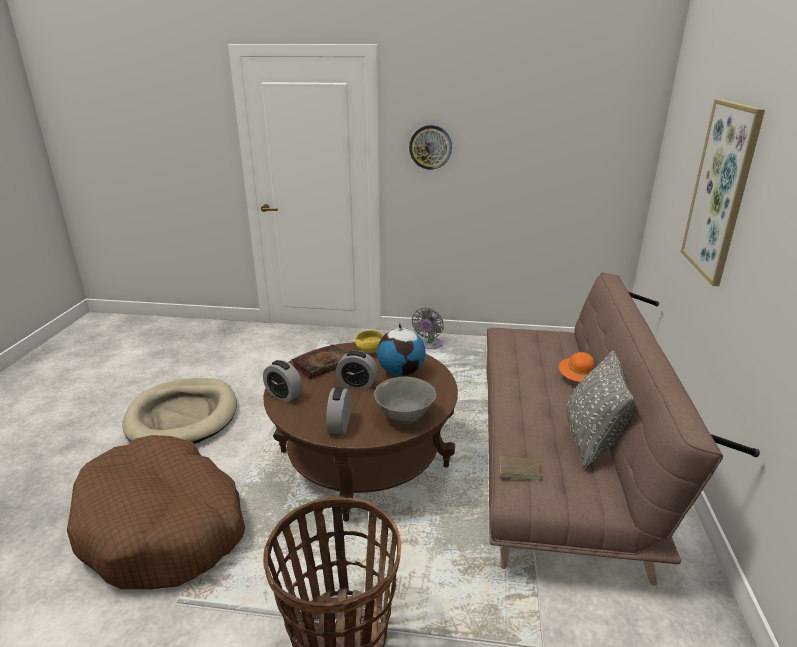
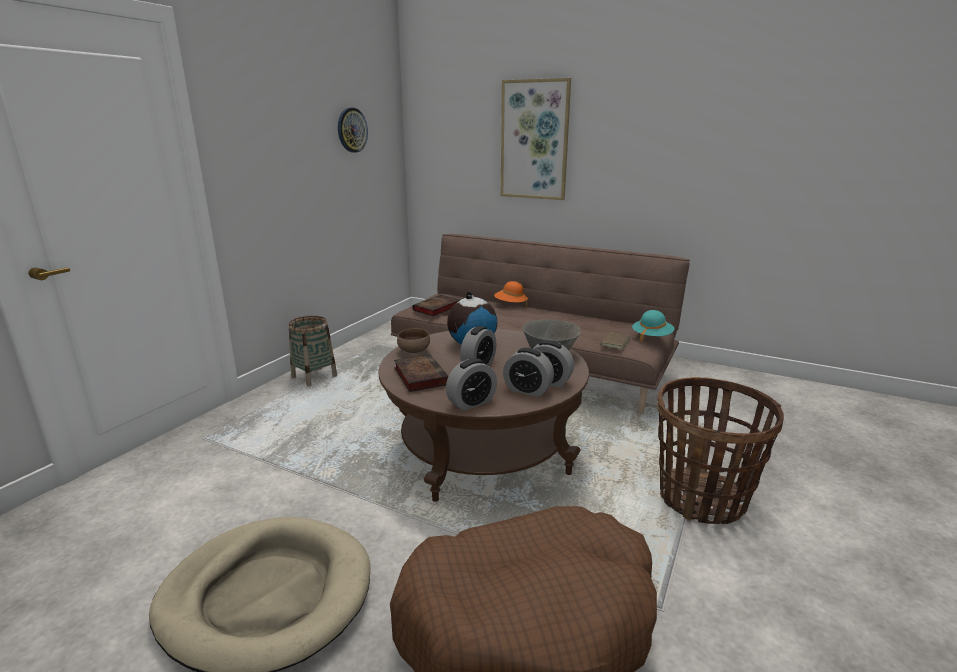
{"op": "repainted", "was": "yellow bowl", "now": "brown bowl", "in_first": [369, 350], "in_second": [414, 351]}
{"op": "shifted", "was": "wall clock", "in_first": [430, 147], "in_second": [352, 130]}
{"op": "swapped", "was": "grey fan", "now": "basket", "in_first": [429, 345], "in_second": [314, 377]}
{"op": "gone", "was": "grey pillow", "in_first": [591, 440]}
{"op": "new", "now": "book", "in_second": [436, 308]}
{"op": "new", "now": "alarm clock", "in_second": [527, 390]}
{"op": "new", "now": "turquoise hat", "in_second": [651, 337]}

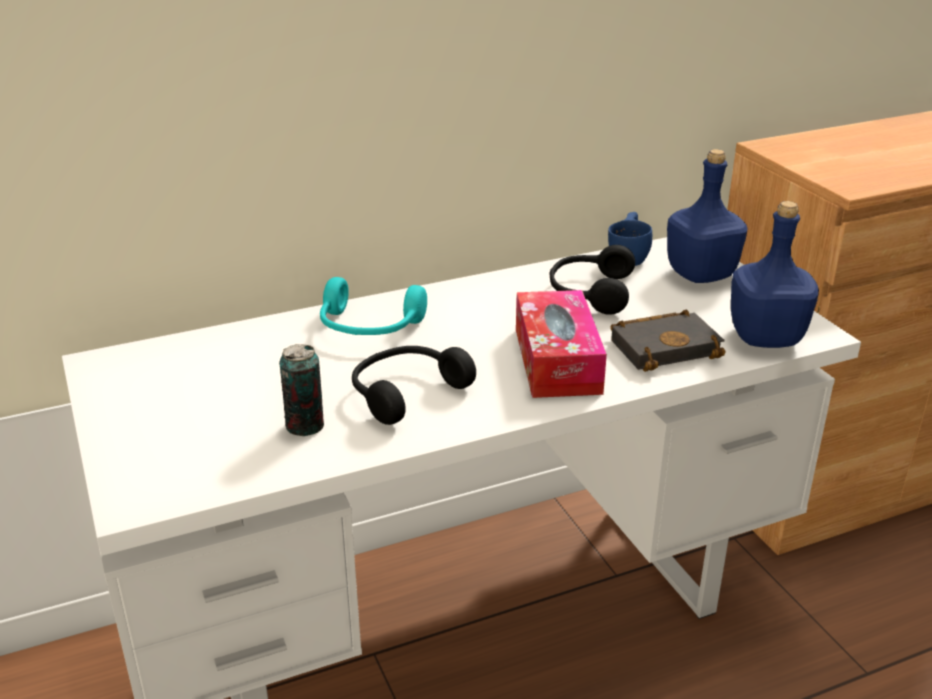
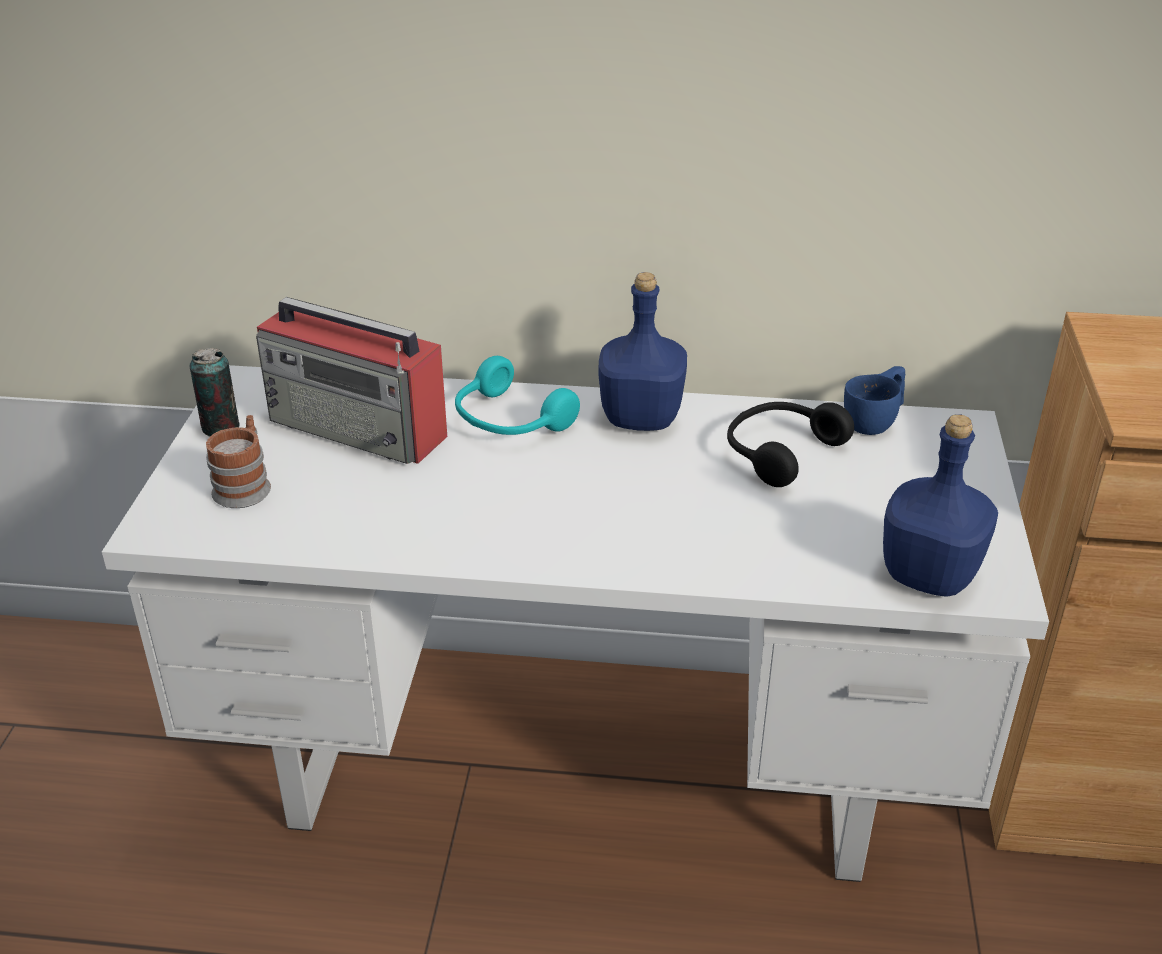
{"op": "shifted", "was": "can", "in_first": [305, 426], "in_second": [220, 427]}
{"op": "gone", "was": "black headphones", "in_first": [405, 392]}
{"op": "gone", "was": "tissue box", "in_first": [557, 360]}
{"op": "gone", "was": "black book", "in_first": [666, 346]}
{"op": "shifted", "was": "blue bottle", "in_first": [699, 275], "in_second": [639, 418]}
{"op": "new", "now": "mug", "in_second": [245, 485]}
{"op": "new", "now": "radio", "in_second": [359, 428]}

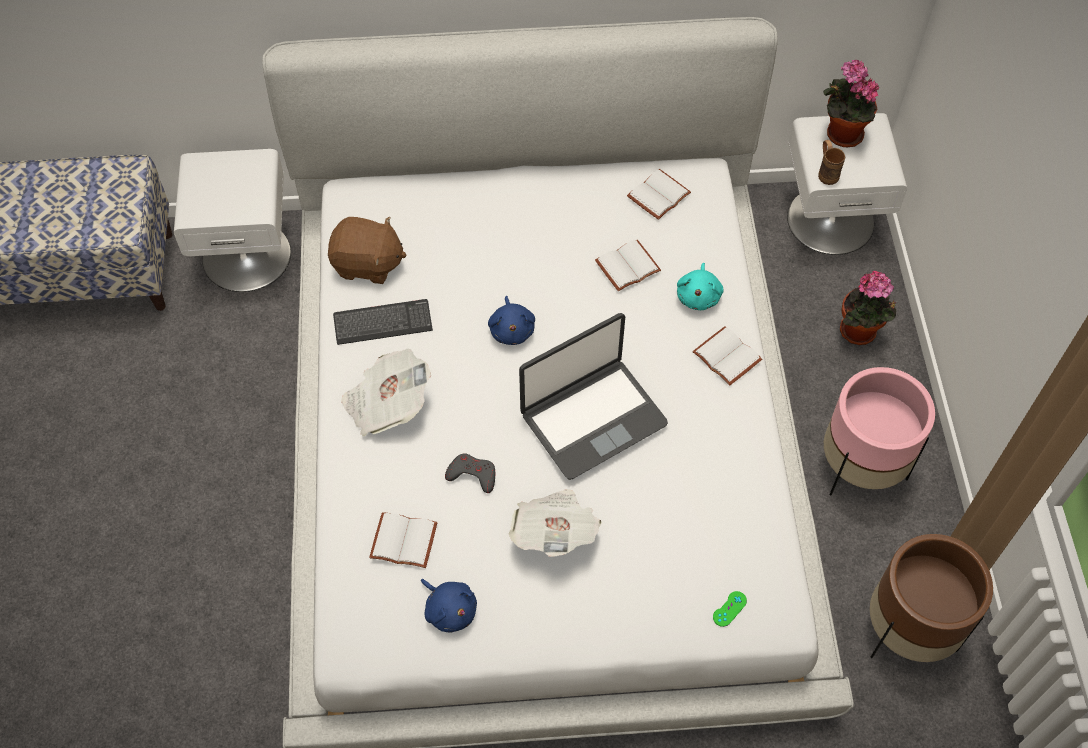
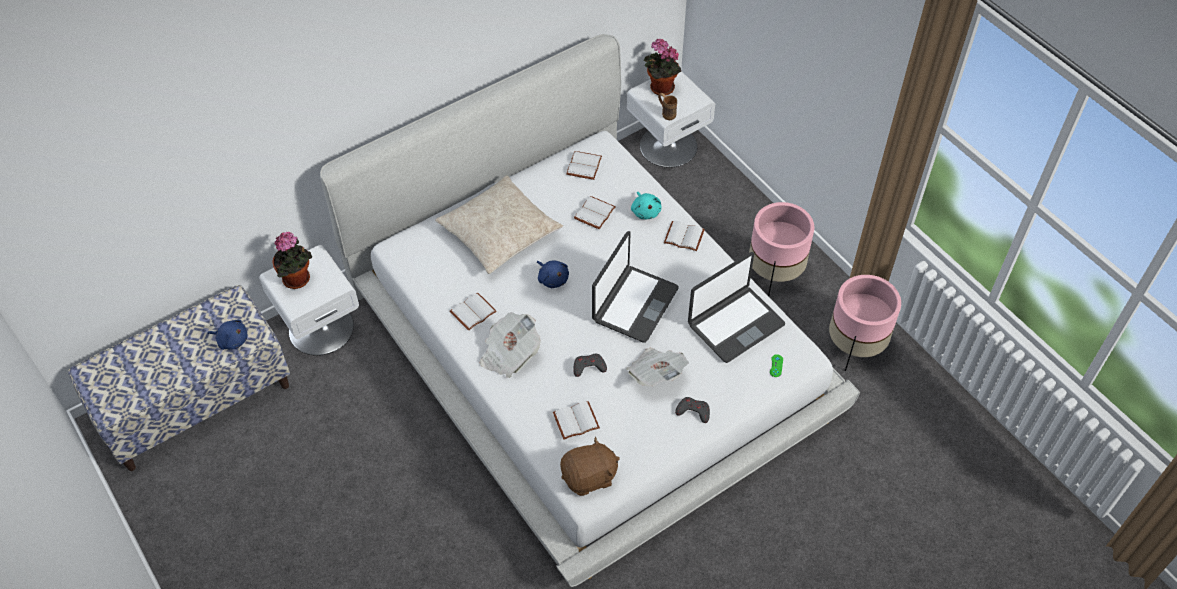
{"op": "shifted", "was": "brown plush toy", "in_first": [367, 264], "in_second": [589, 477]}
{"op": "swapped", "was": "keyboard", "now": "white book", "in_first": [383, 323], "in_second": [473, 311]}
{"op": "shifted", "was": "blue plush toy", "in_first": [449, 610], "in_second": [232, 340]}
{"op": "shifted", "was": "potted plant", "in_first": [860, 333], "in_second": [298, 280]}
{"op": "repainted", "was": "brown planter", "now": "pink planter", "in_first": [908, 630], "in_second": [855, 347]}
{"op": "new", "now": "beige pillow", "in_second": [499, 232]}
{"op": "new", "now": "grey game controller", "in_second": [693, 411]}
{"op": "new", "now": "laptop", "in_second": [735, 324]}

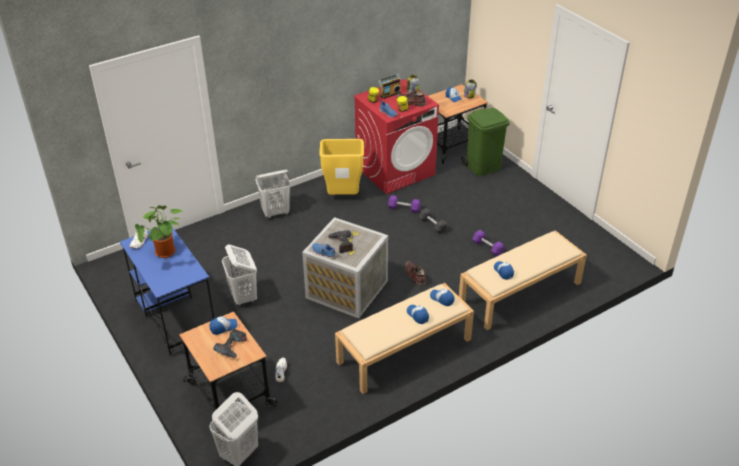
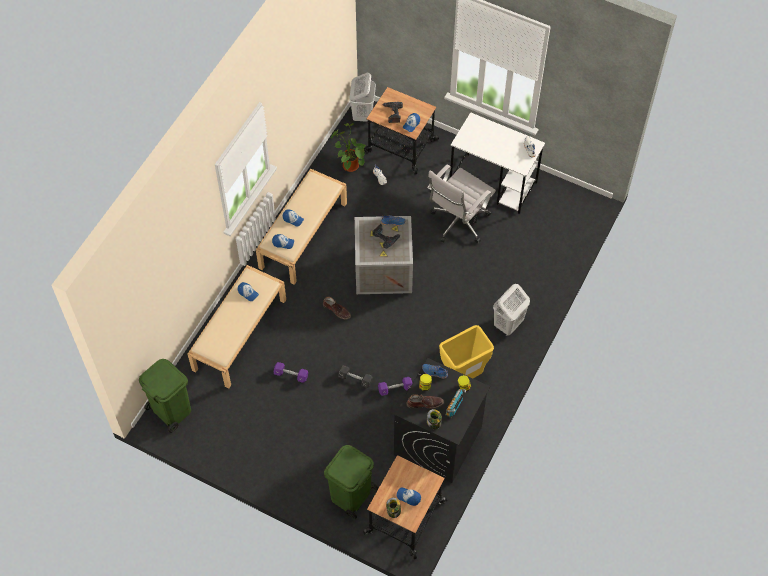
{"op": "repainted", "was": "blue desk", "now": "white desk", "in_first": [175, 316], "in_second": [493, 183]}
{"op": "shifted", "was": "potted plant", "in_first": [166, 253], "in_second": [349, 165]}
{"op": "swapped", "was": "white laundry basket", "now": "white office chair", "in_first": [243, 297], "in_second": [458, 223]}
{"op": "repainted", "was": "red washing machine", "now": "black washing machine", "in_first": [395, 170], "in_second": [438, 441]}
{"op": "new", "now": "green trash can", "in_second": [171, 410]}

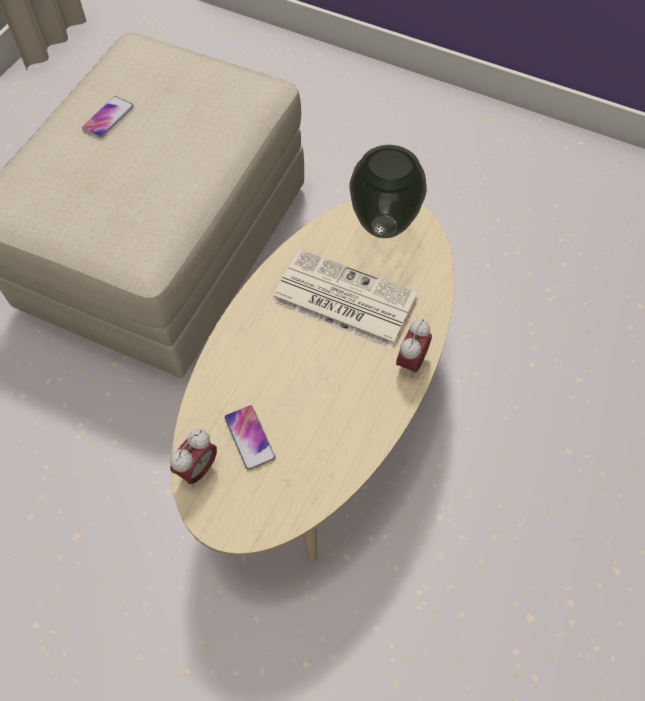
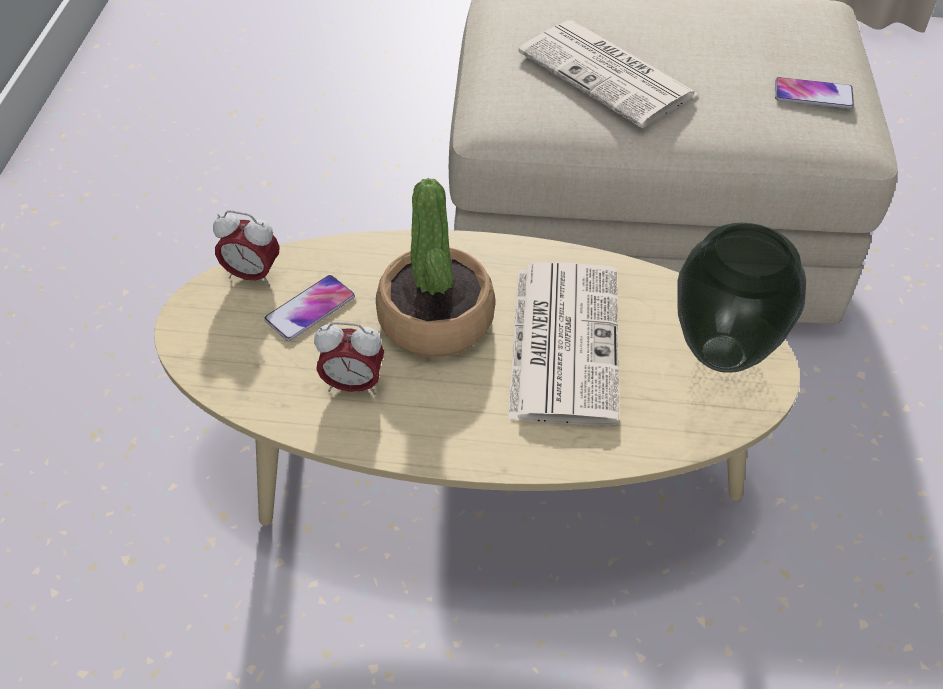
{"op": "shifted", "was": "phone", "in_first": [108, 118], "in_second": [813, 94]}
{"op": "shifted", "was": "alarm clock", "in_first": [411, 362], "in_second": [353, 385]}
{"op": "new", "now": "potted plant", "in_second": [436, 319]}
{"op": "new", "now": "newspaper", "in_second": [609, 75]}

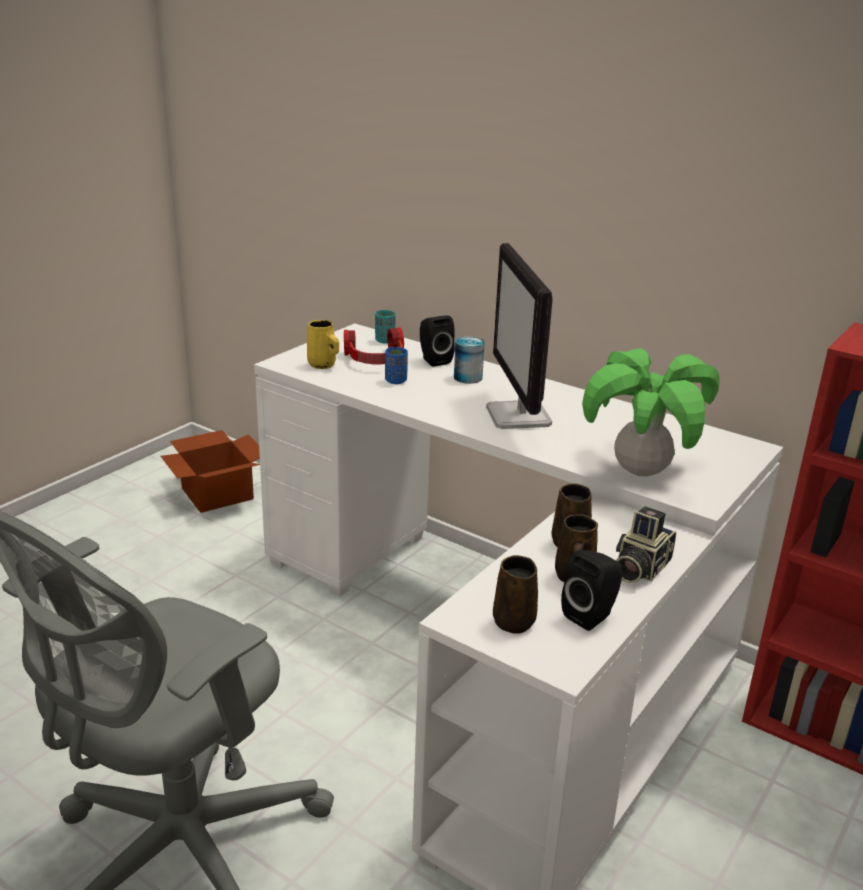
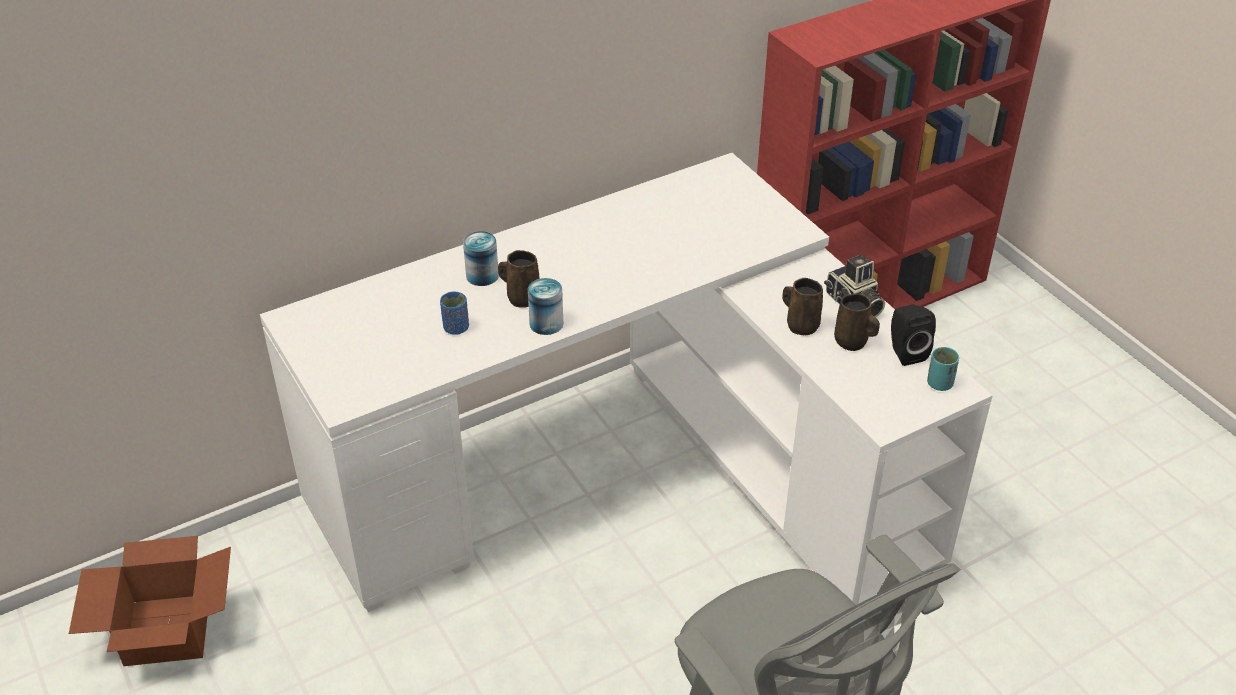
{"op": "gone", "was": "yellow mug", "in_first": [323, 365]}
{"op": "gone", "was": "headphones", "in_first": [375, 360]}
{"op": "shifted", "was": "turquoise cup", "in_first": [385, 340], "in_second": [939, 384]}
{"op": "gone", "was": "black speaker", "in_first": [433, 360]}
{"op": "gone", "was": "monitor", "in_first": [519, 417]}
{"op": "shifted", "was": "brown mug", "in_first": [514, 620], "in_second": [521, 298]}
{"op": "gone", "was": "potted plant", "in_first": [641, 471]}
{"op": "new", "now": "can", "in_second": [546, 323]}

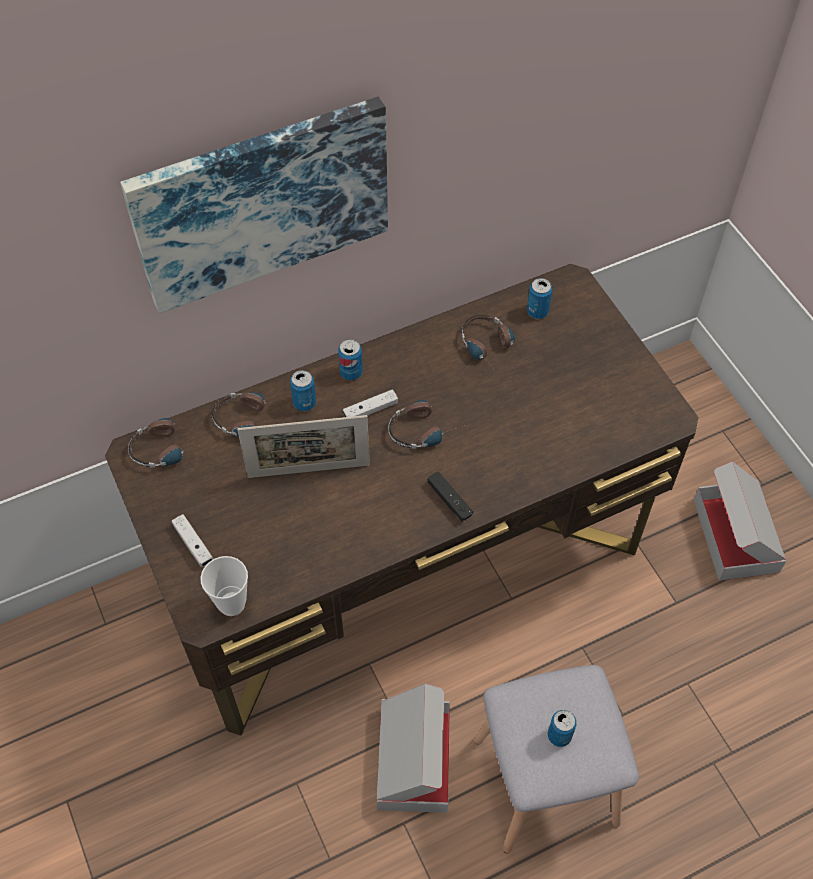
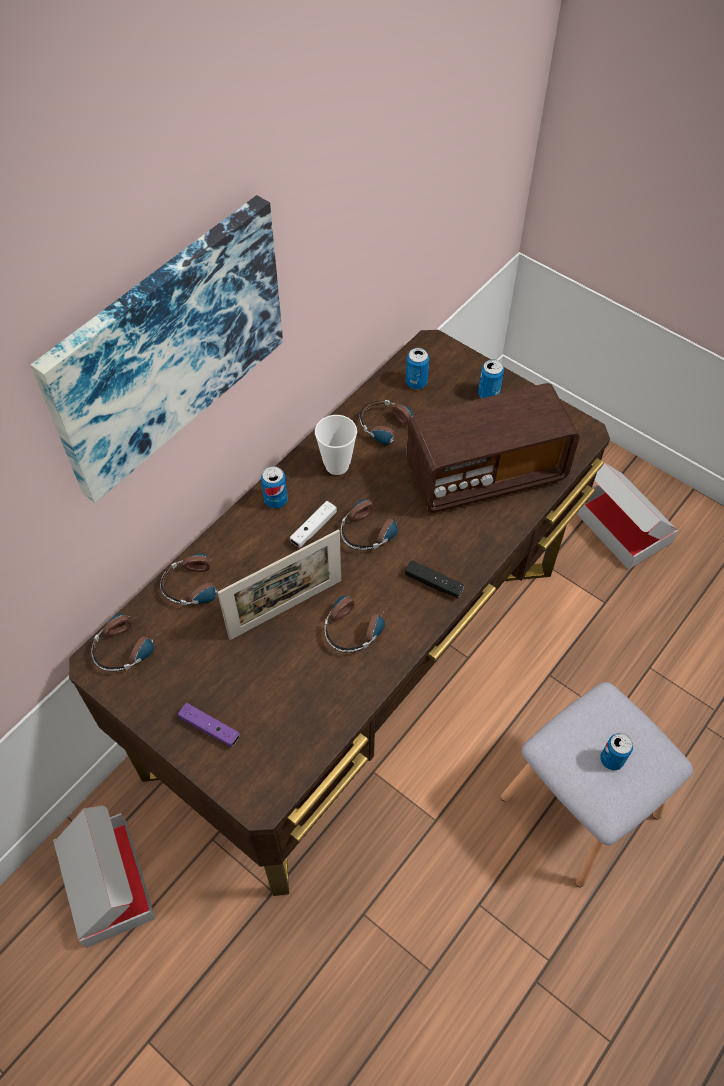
{"op": "repainted", "was": "white game controller", "now": "purple game controller", "in_first": [193, 544], "in_second": [210, 728]}
{"op": "shifted", "was": "cup", "in_first": [232, 604], "in_second": [337, 465]}
{"op": "shifted", "was": "can", "in_first": [304, 403], "in_second": [488, 394]}
{"op": "shifted", "was": "cardboard box", "in_first": [413, 759], "in_second": [106, 882]}
{"op": "new", "now": "headphones", "in_second": [357, 623]}
{"op": "new", "now": "radio", "in_second": [485, 474]}

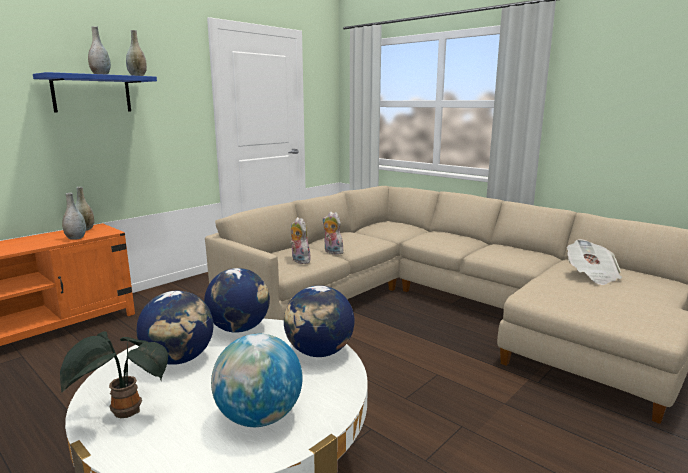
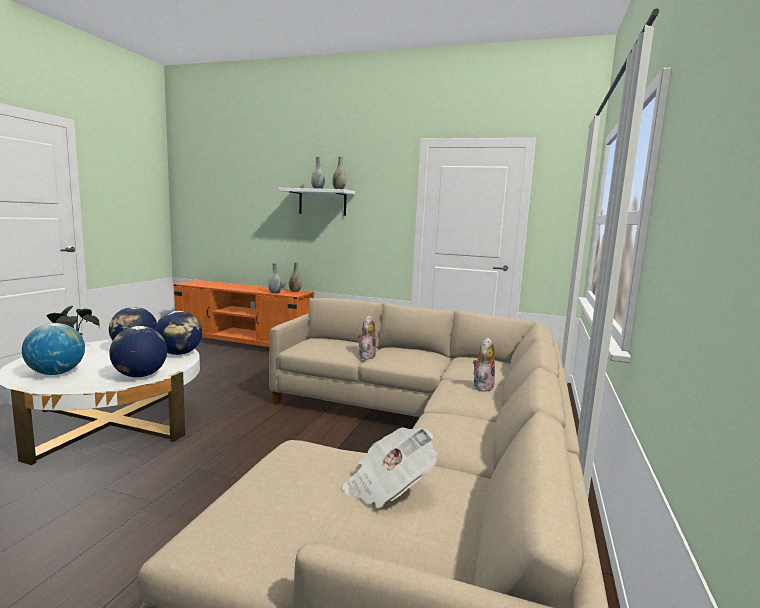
{"op": "repainted", "was": "blue shelf", "now": "white shelf", "in_first": [92, 94], "in_second": [322, 202]}
{"op": "shifted", "was": "plush toy", "in_first": [299, 261], "in_second": [482, 386]}

